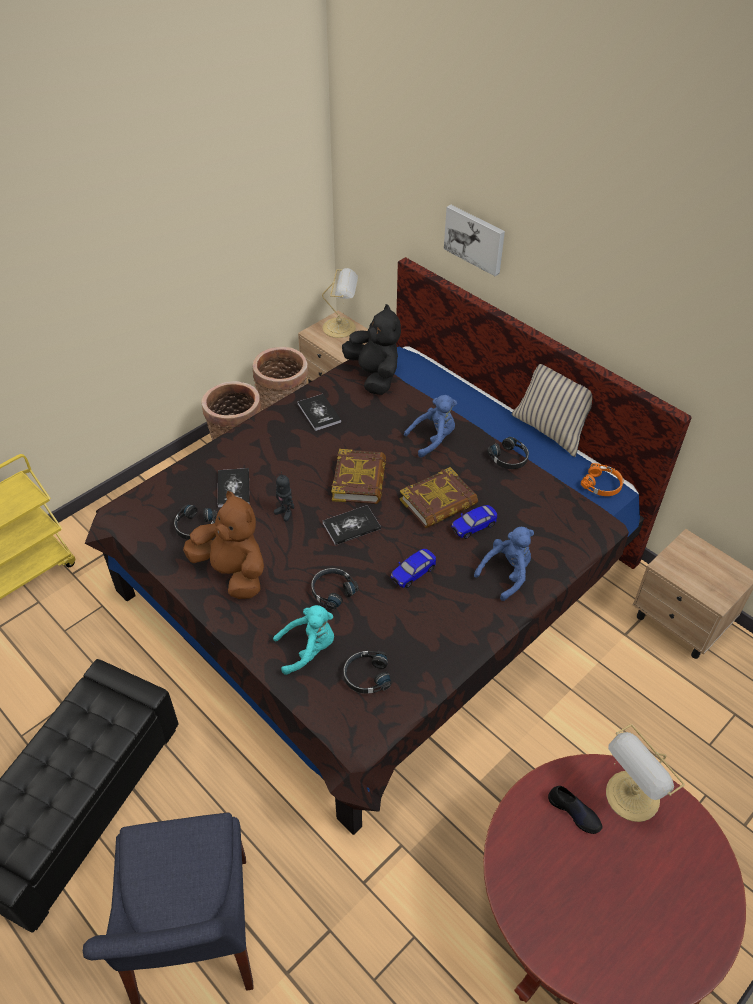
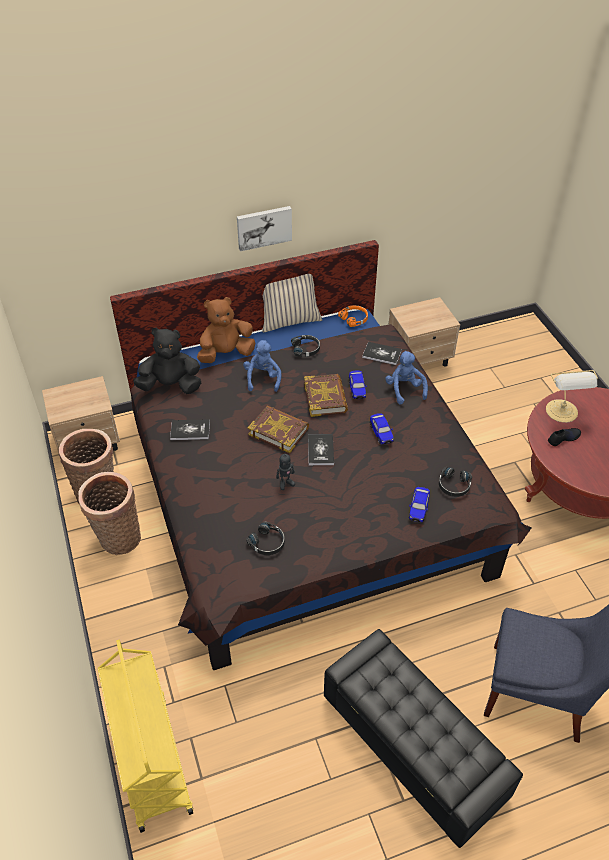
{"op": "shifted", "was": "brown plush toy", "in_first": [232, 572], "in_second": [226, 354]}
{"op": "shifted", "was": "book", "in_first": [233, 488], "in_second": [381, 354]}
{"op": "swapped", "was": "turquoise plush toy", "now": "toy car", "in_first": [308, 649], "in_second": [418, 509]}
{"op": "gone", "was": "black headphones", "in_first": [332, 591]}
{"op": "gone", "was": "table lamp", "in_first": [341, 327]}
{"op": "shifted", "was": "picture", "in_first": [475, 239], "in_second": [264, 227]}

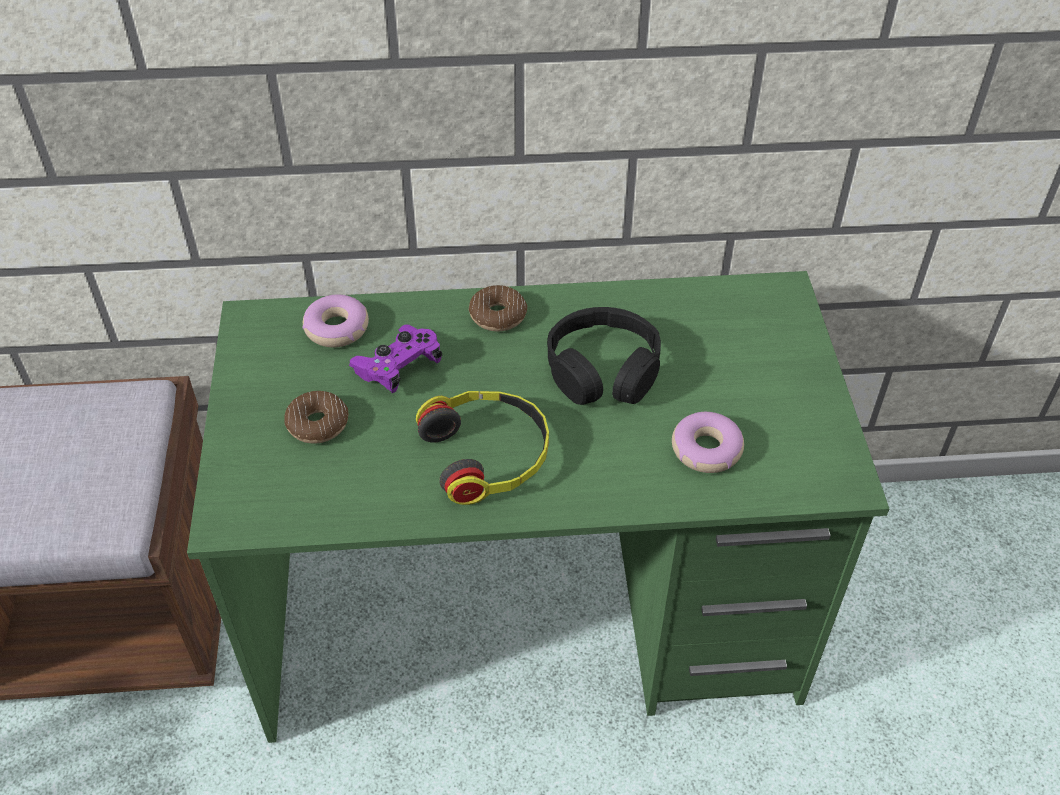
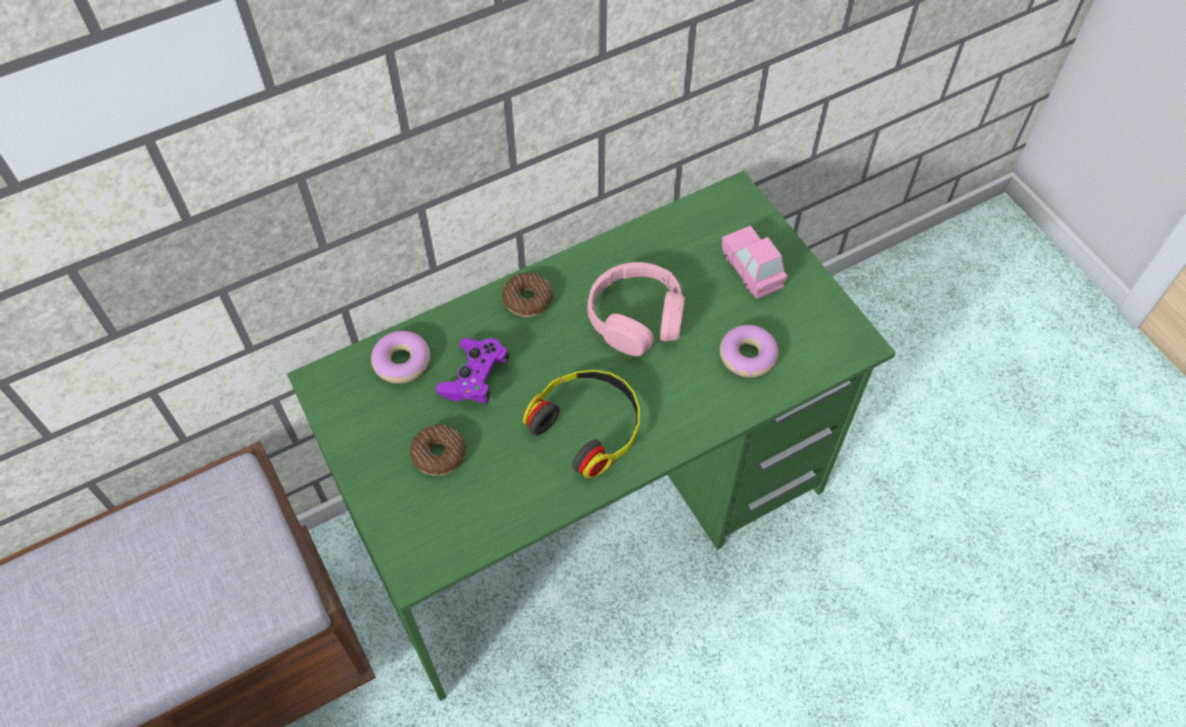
{"op": "repainted", "was": "black headphones", "now": "pink headphones", "in_first": [603, 370], "in_second": [636, 317]}
{"op": "new", "now": "pink toy car", "in_second": [751, 270]}

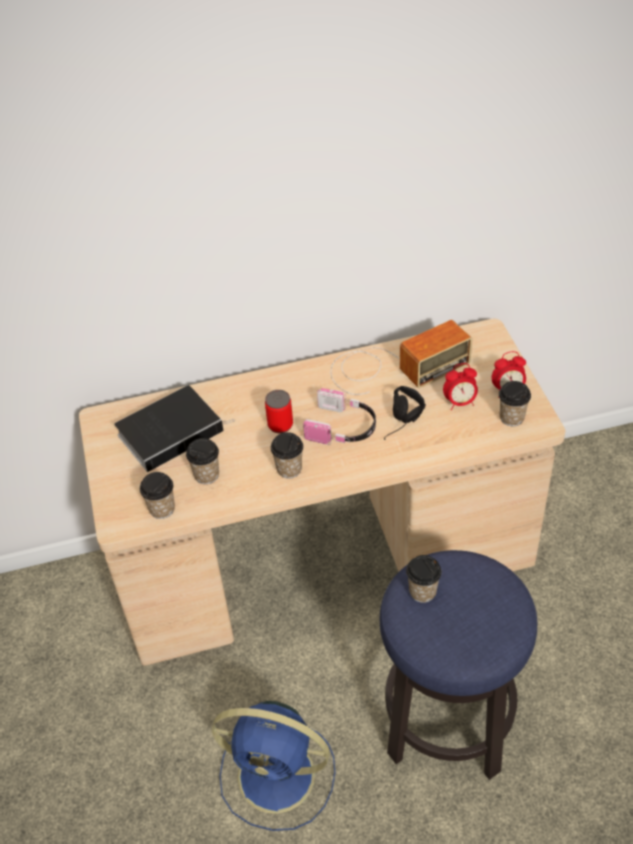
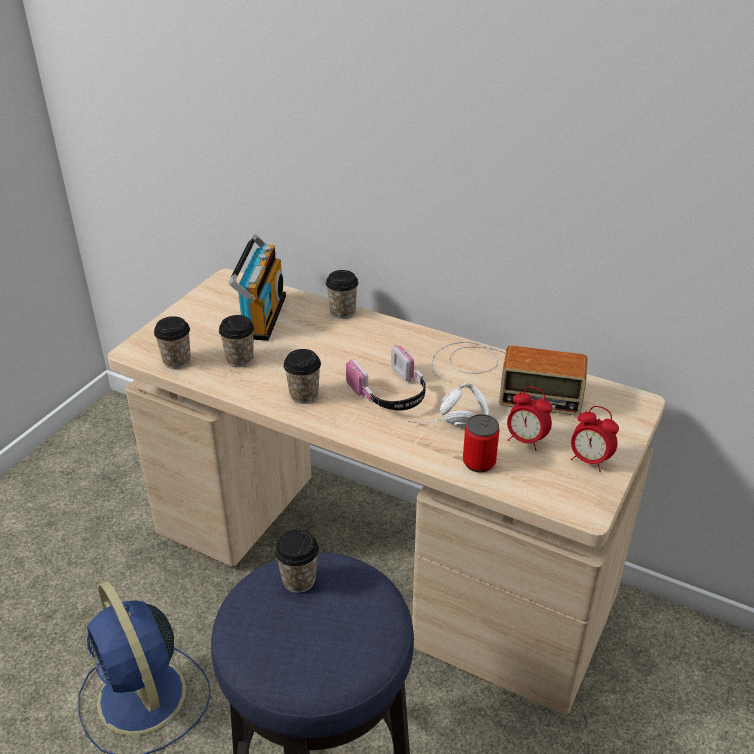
{"op": "swapped", "was": "book", "now": "radio", "in_first": [172, 431], "in_second": [261, 316]}
{"op": "shifted", "was": "can", "in_first": [280, 425], "in_second": [479, 462]}
{"op": "repainted", "was": "black headphones", "now": "white headphones", "in_first": [405, 423], "in_second": [450, 424]}
{"op": "shifted", "was": "cup", "in_first": [511, 418], "in_second": [342, 312]}

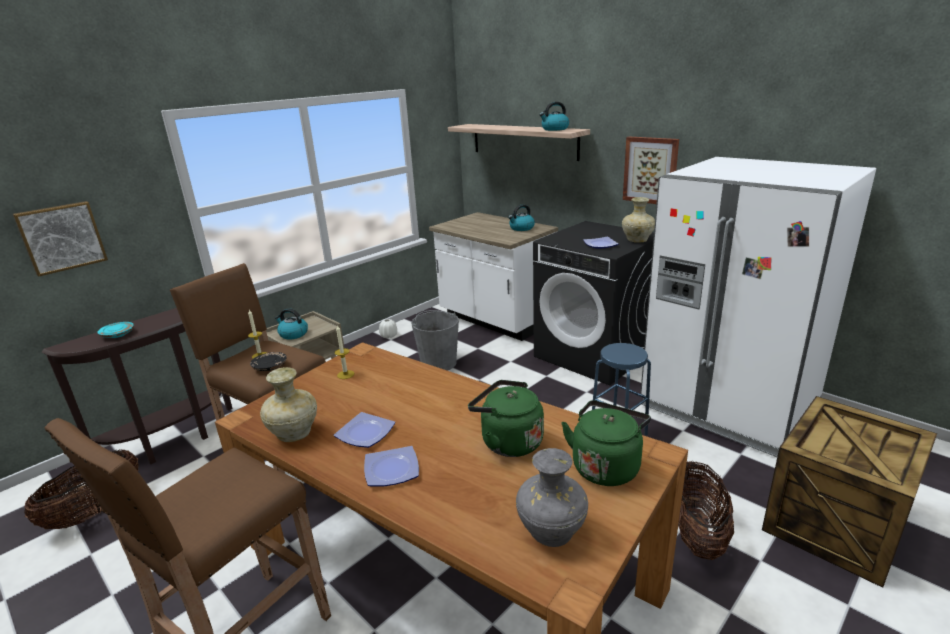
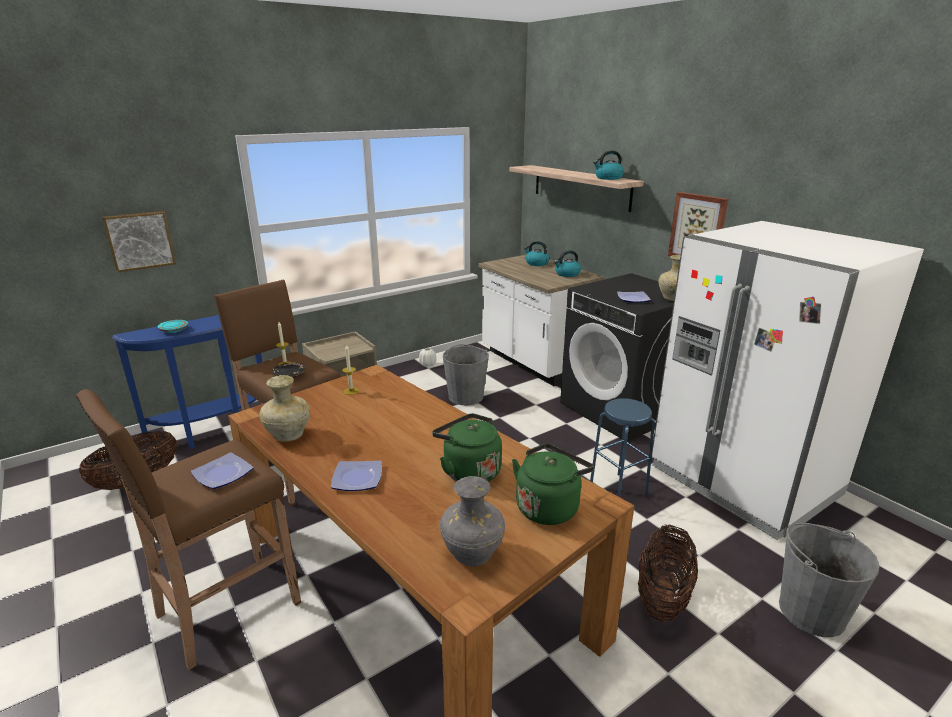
{"op": "repainted", "was": "brown console table", "now": "blue console table", "in_first": [174, 442], "in_second": [214, 432]}
{"op": "shifted", "was": "kettle", "in_first": [293, 334], "in_second": [536, 263]}
{"op": "shifted", "was": "plate", "in_first": [364, 433], "in_second": [221, 474]}
{"op": "swapped", "was": "crate", "now": "grey bucket", "in_first": [833, 521], "in_second": [811, 611]}

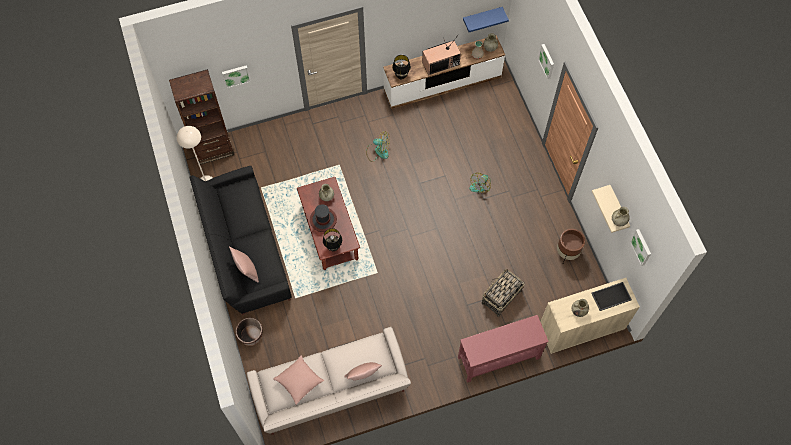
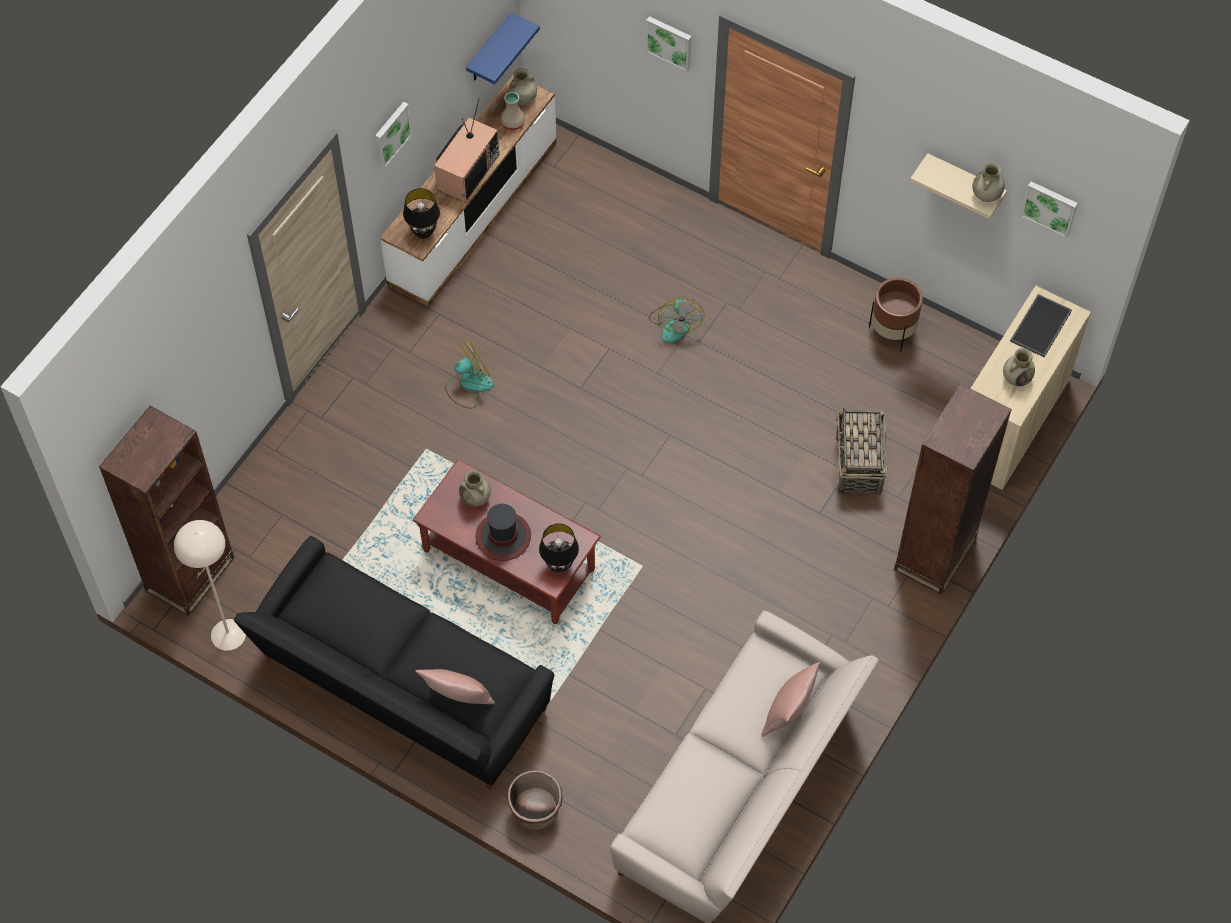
{"op": "shifted", "was": "picture", "in_first": [236, 75], "in_second": [391, 134]}
{"op": "gone", "was": "pink pillow", "in_first": [299, 381]}
{"op": "swapped", "was": "red console table", "now": "brown bookcase", "in_first": [498, 357], "in_second": [935, 553]}

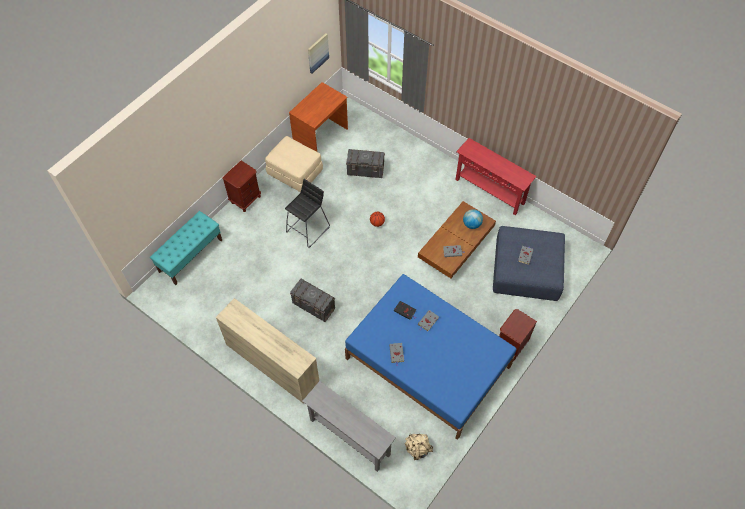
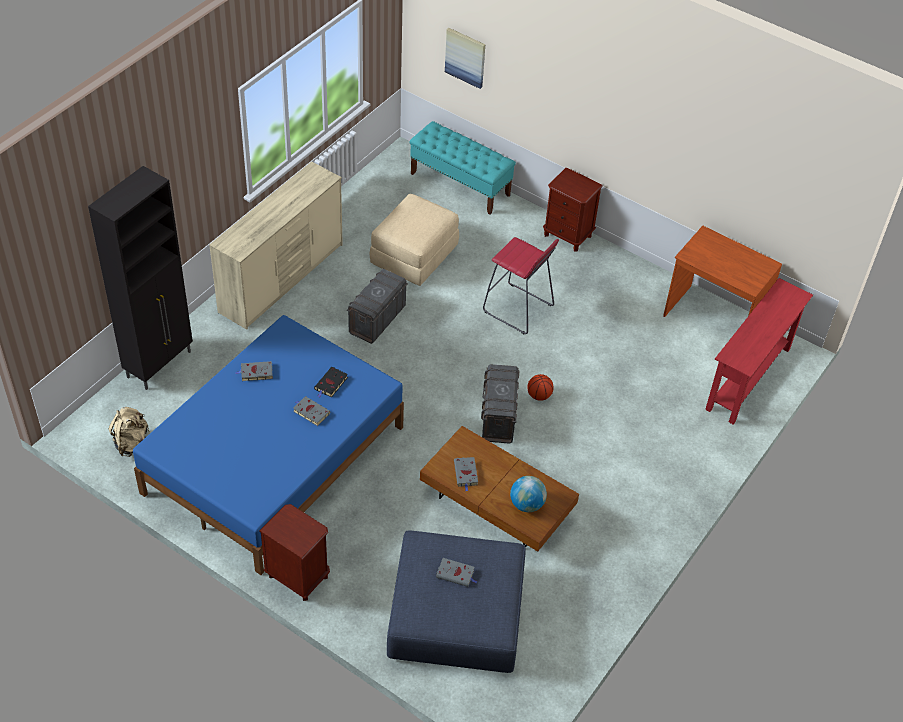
{"op": "shifted", "was": "beige ottoman", "in_first": [295, 172], "in_second": [414, 256]}
{"op": "repainted", "was": "black stool", "now": "red stool", "in_first": [308, 229], "in_second": [518, 309]}
{"op": "swapped", "was": "grey console table", "now": "black cabinet", "in_first": [349, 437], "in_second": [160, 364]}
{"op": "shifted", "was": "picture", "in_first": [317, 53], "in_second": [465, 57]}
{"op": "shifted", "was": "grey storage box", "in_first": [365, 171], "in_second": [498, 417]}
{"op": "shifted", "was": "red console table", "in_first": [490, 191], "in_second": [749, 379]}

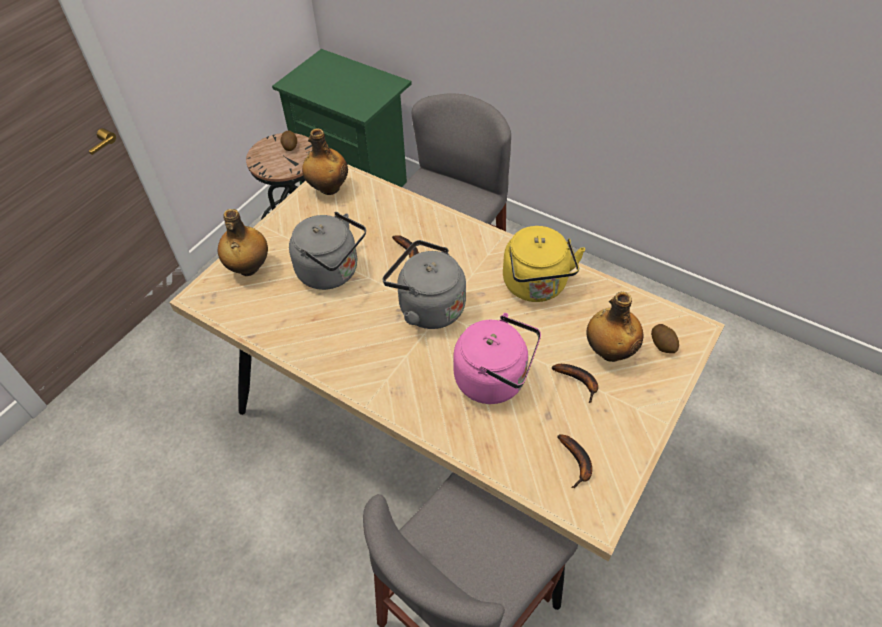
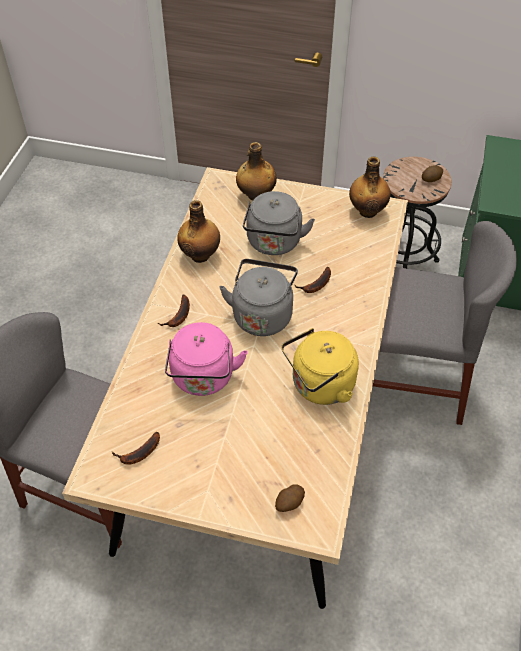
{"op": "shifted", "was": "banana", "in_first": [579, 381], "in_second": [179, 316]}
{"op": "shifted", "was": "bottle", "in_first": [609, 351], "in_second": [200, 255]}

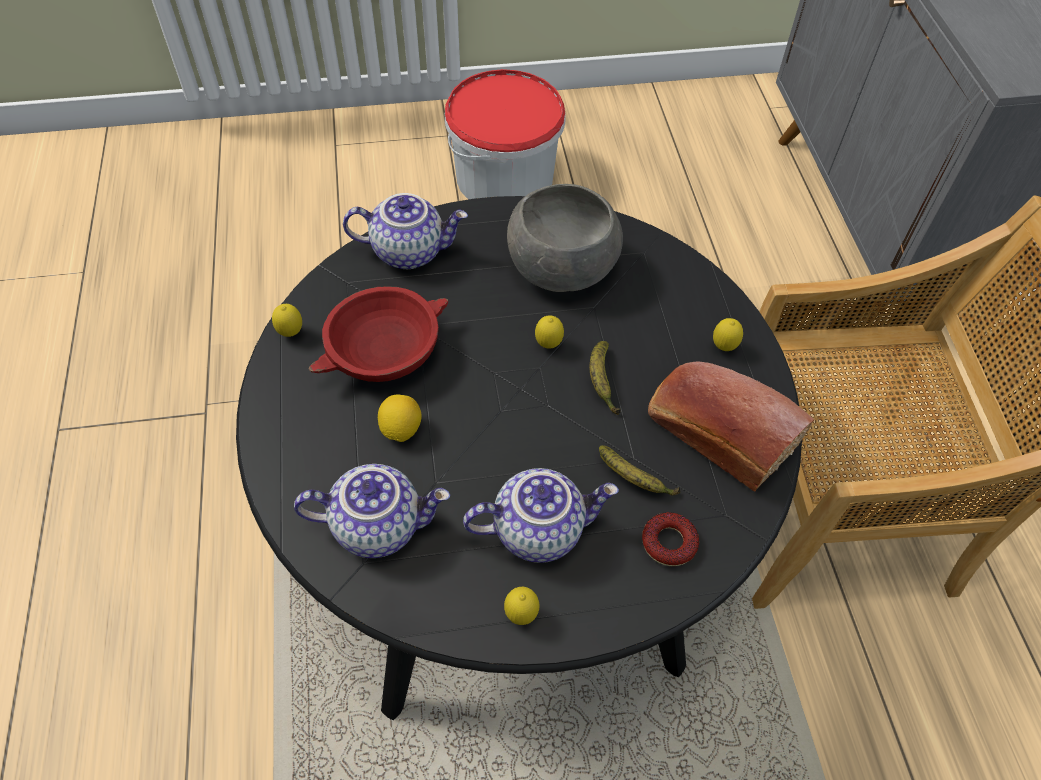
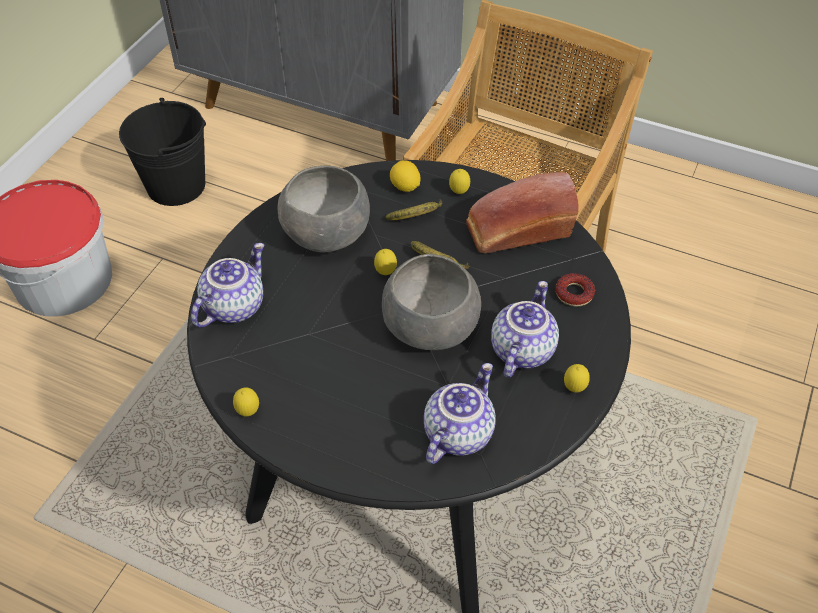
{"op": "gone", "was": "red bowl", "in_first": [384, 351]}
{"op": "shifted", "was": "lemon", "in_first": [401, 429], "in_second": [405, 187]}
{"op": "shifted", "was": "banana", "in_first": [634, 480], "in_second": [417, 217]}
{"op": "new", "now": "black bucket", "in_second": [176, 185]}
{"op": "new", "now": "grey bowl", "in_second": [429, 325]}

